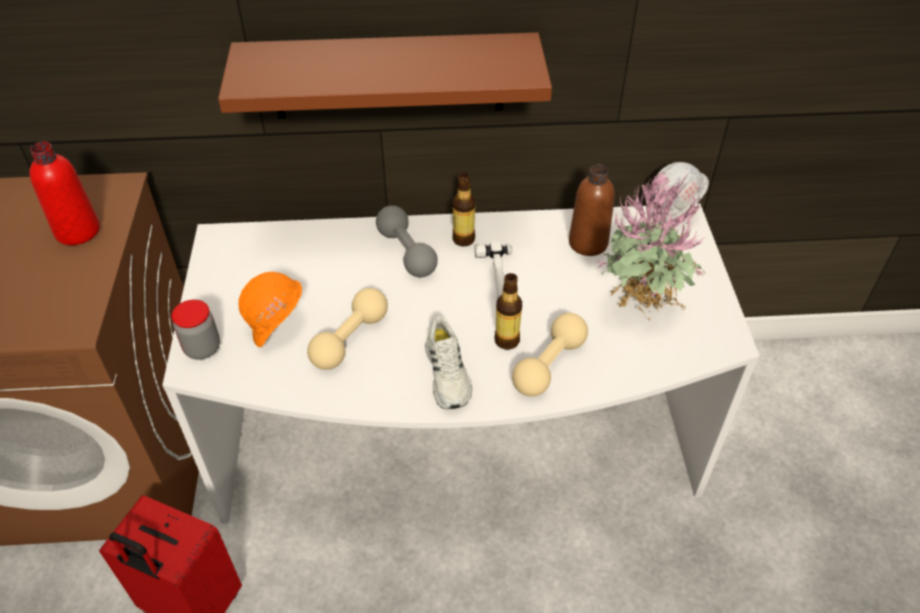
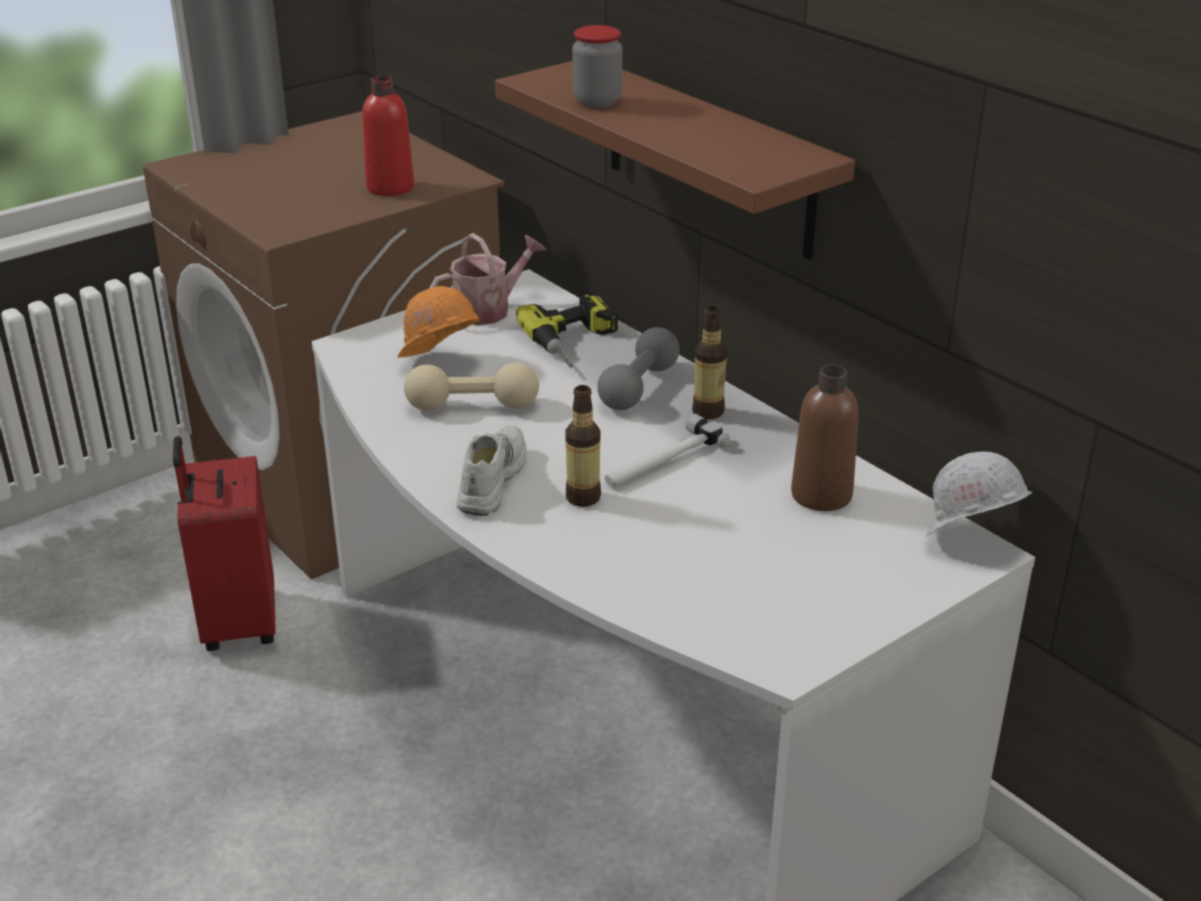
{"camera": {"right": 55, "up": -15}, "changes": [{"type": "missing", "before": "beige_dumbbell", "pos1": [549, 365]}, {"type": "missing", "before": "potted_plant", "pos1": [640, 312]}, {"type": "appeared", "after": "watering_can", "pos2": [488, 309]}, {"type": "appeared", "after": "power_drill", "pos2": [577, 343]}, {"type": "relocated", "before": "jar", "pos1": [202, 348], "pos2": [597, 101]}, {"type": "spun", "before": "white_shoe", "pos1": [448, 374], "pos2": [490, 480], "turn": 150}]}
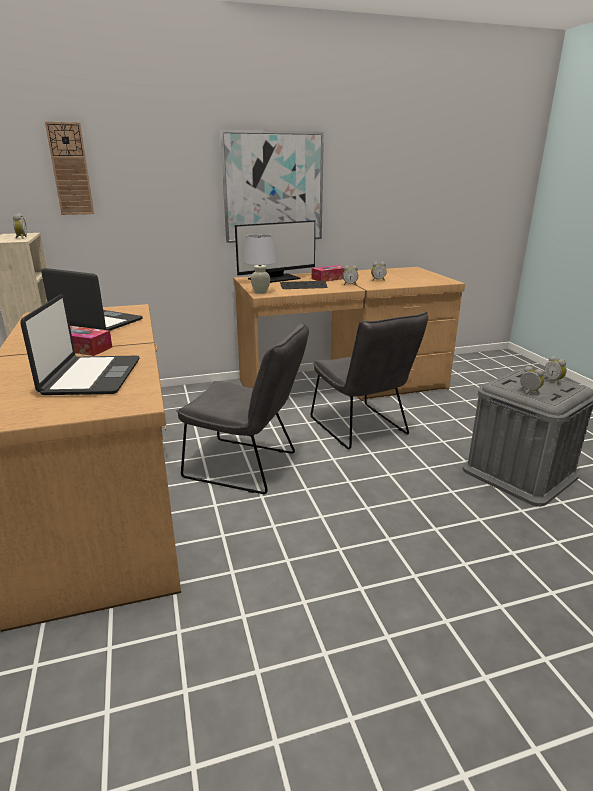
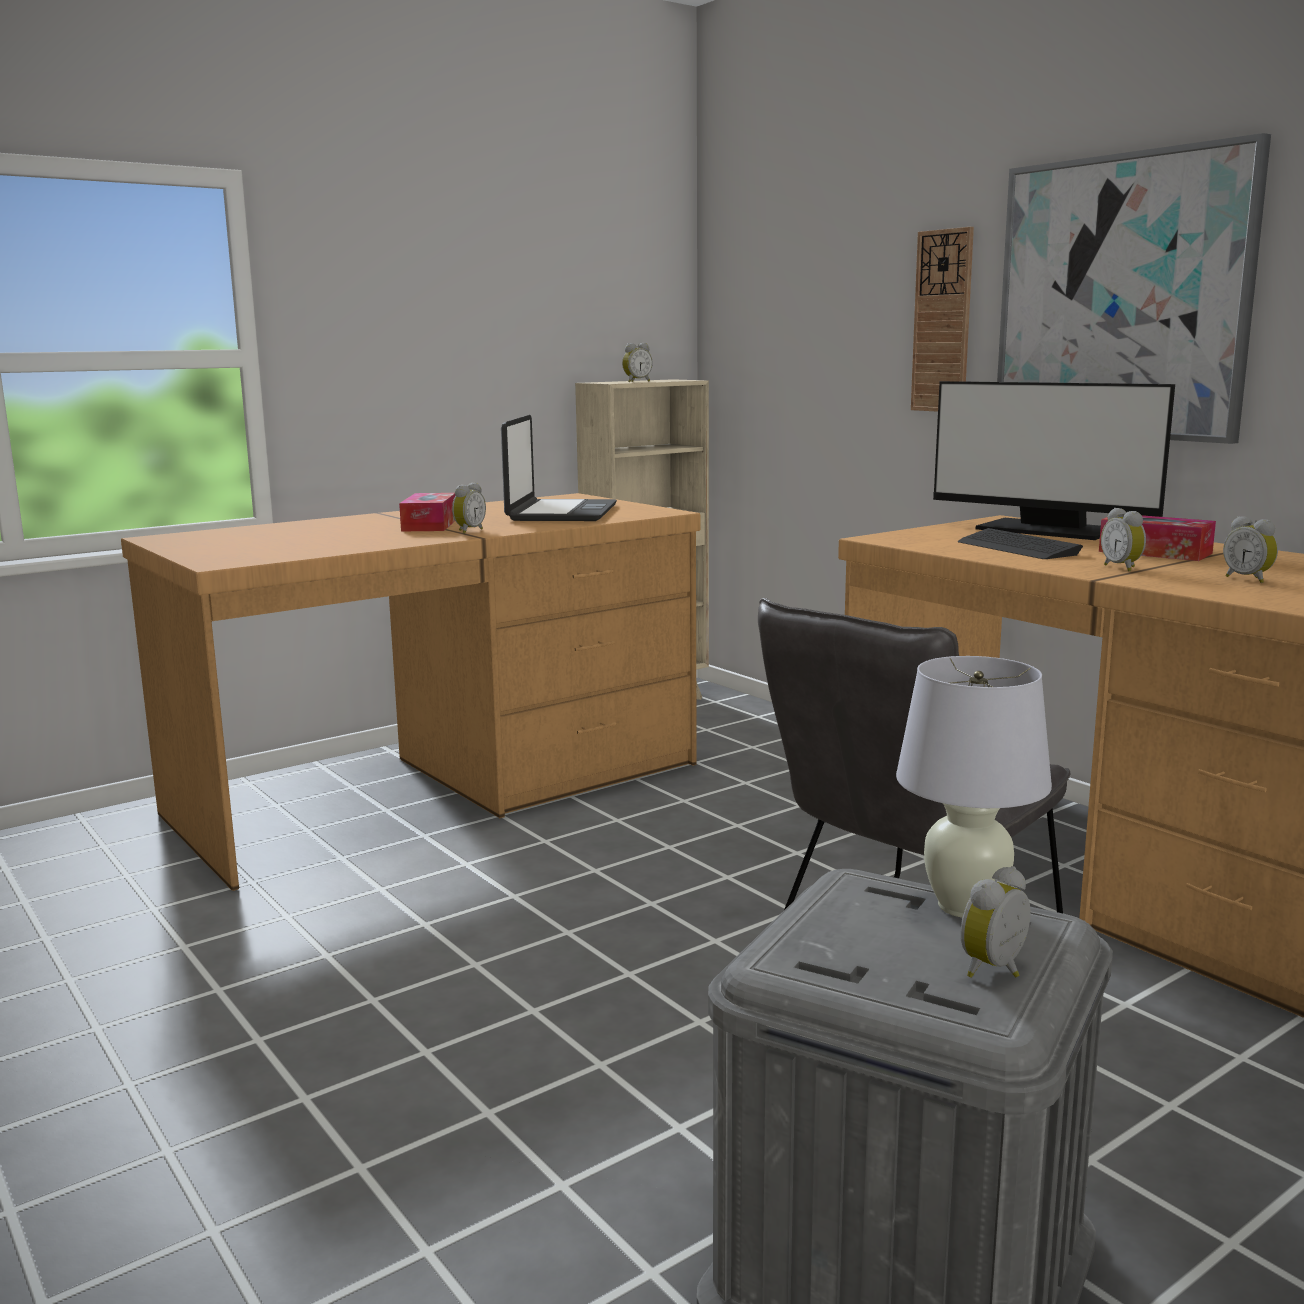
{"camera": {"right": 70, "up": -10}, "changes": [{"type": "missing", "before": "laptop", "pos1": [91, 377]}, {"type": "missing", "before": "grey_chair", "pos1": [248, 467]}, {"type": "relocated", "before": "wall_clock", "pos1": [70, 169], "pos2": [942, 321]}, {"type": "relocated", "before": "white_table_lamp", "pos1": [260, 292], "pos2": [965, 906]}, {"type": "relocated", "before": "alarm_clock", "pos1": [529, 392], "pos2": [468, 531]}]}
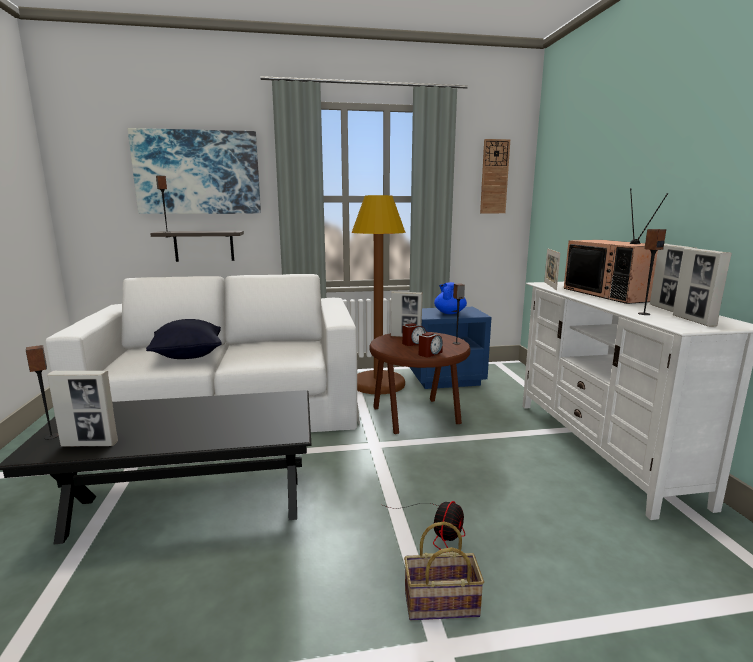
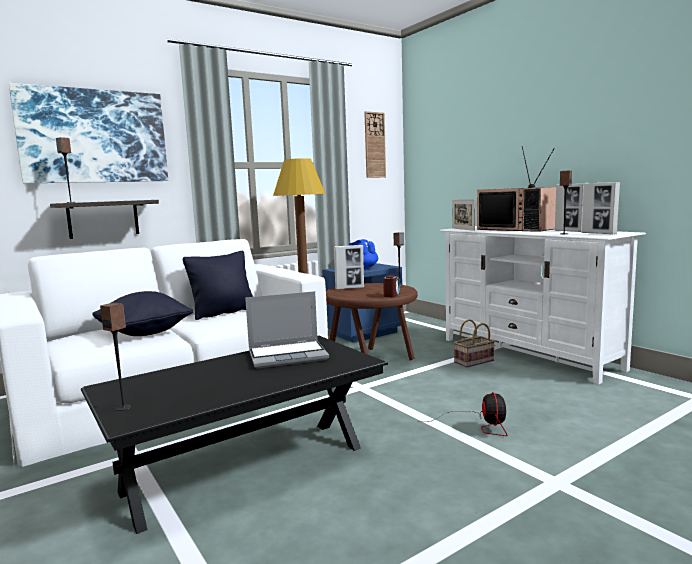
{"camera": {"right": -25, "up": -5}, "changes": [{"type": "missing", "before": "picture_frame", "pos1": [90, 444]}, {"type": "missing", "before": "alarm_clock", "pos1": [413, 343]}, {"type": "appeared", "after": "black_pillow", "pos2": [223, 313]}, {"type": "appeared", "after": "laptop", "pos2": [288, 355]}, {"type": "relocated", "before": "basket", "pos1": [439, 605], "pos2": [473, 362]}]}
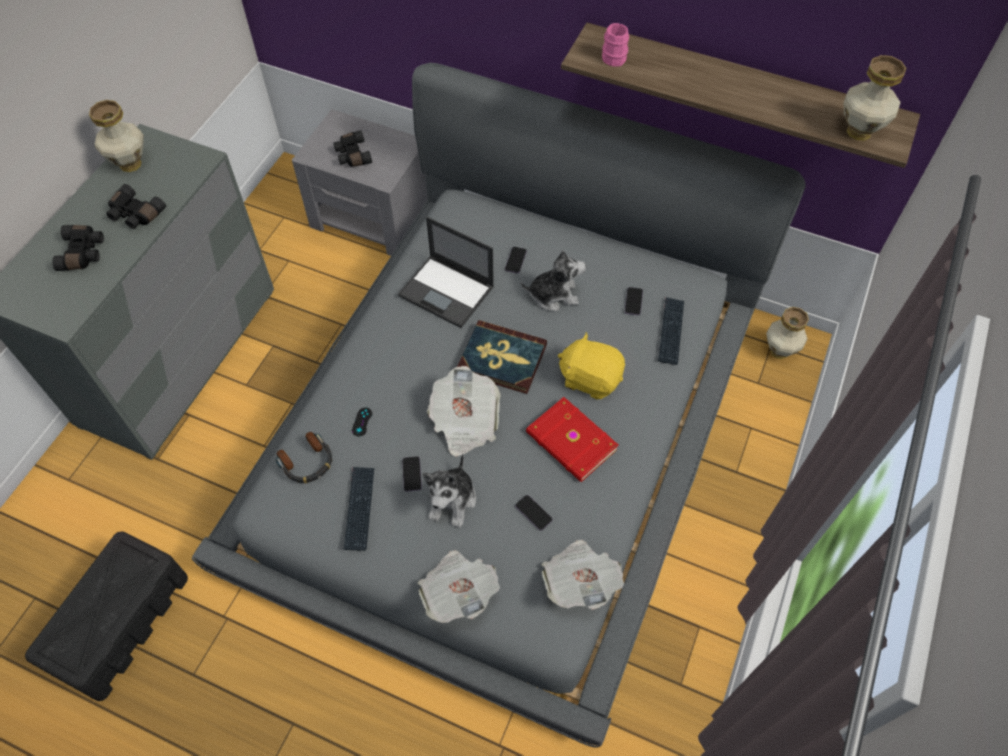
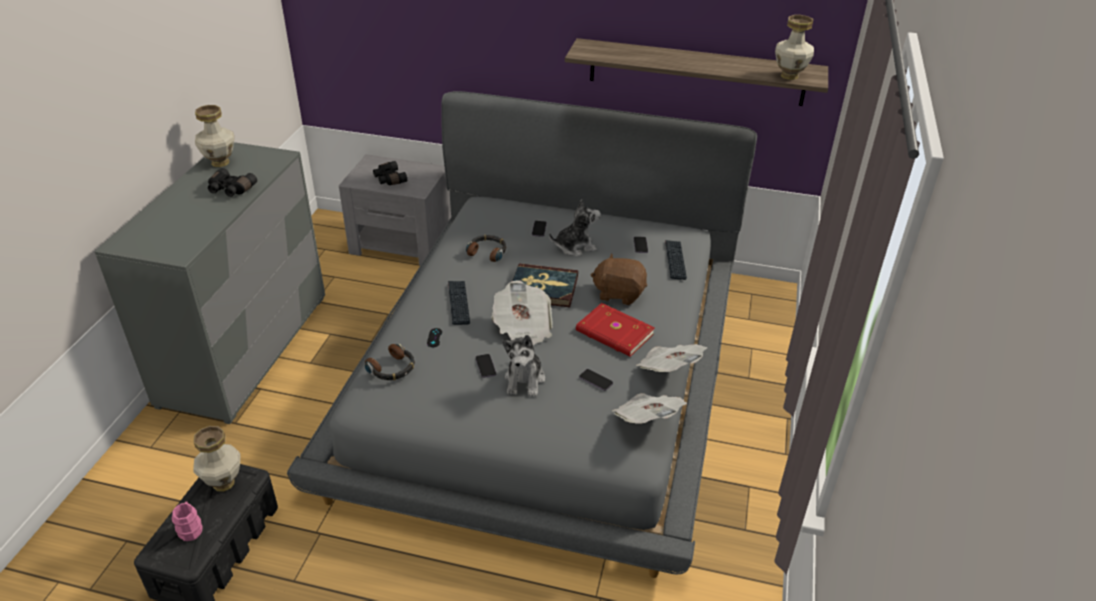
{"camera": {"right": -10, "up": -20}, "changes": [{"type": "missing", "before": "black_binoculars", "pos1": [83, 253]}, {"type": "relocated", "before": "keyboard", "pos1": [359, 508], "pos2": [458, 303]}, {"type": "relocated", "before": "newspaper", "pos1": [458, 592], "pos2": [668, 370]}, {"type": "relocated", "before": "pink_mug", "pos1": [613, 56], "pos2": [190, 528]}, {"type": "relocated", "before": "vase", "pos1": [779, 352], "pos2": [223, 484]}, {"type": "exchanged", "before": "laptop", "after": "headphones", "pos1": [447, 291], "pos2": [488, 252]}, {"type": "colour", "before": "yellow_plush_toy", "after": "brown_plush_toy", "pos1": [590, 378], "pos2": [619, 293]}]}
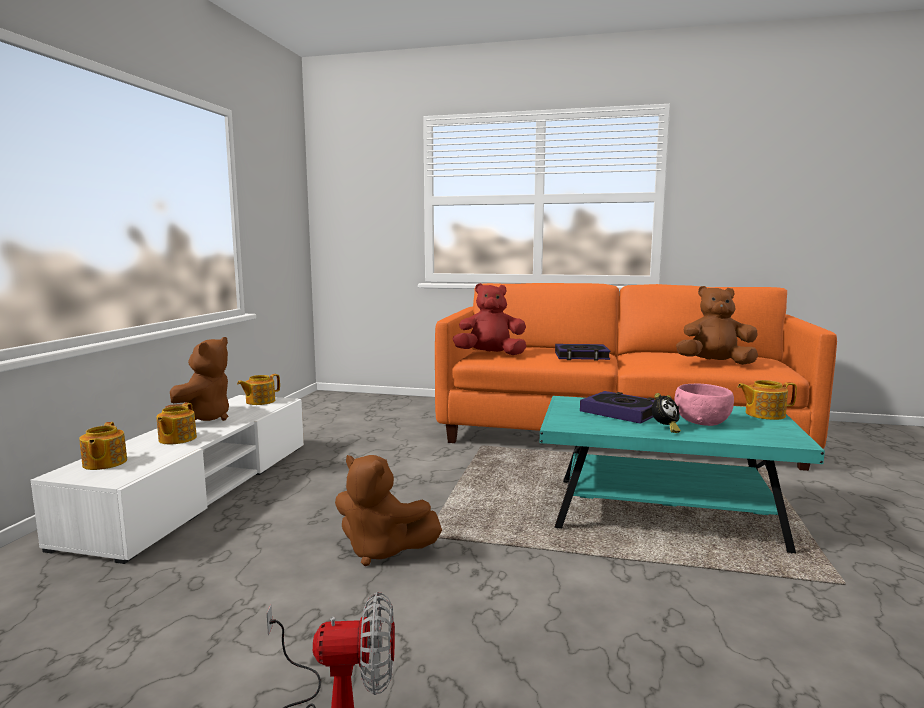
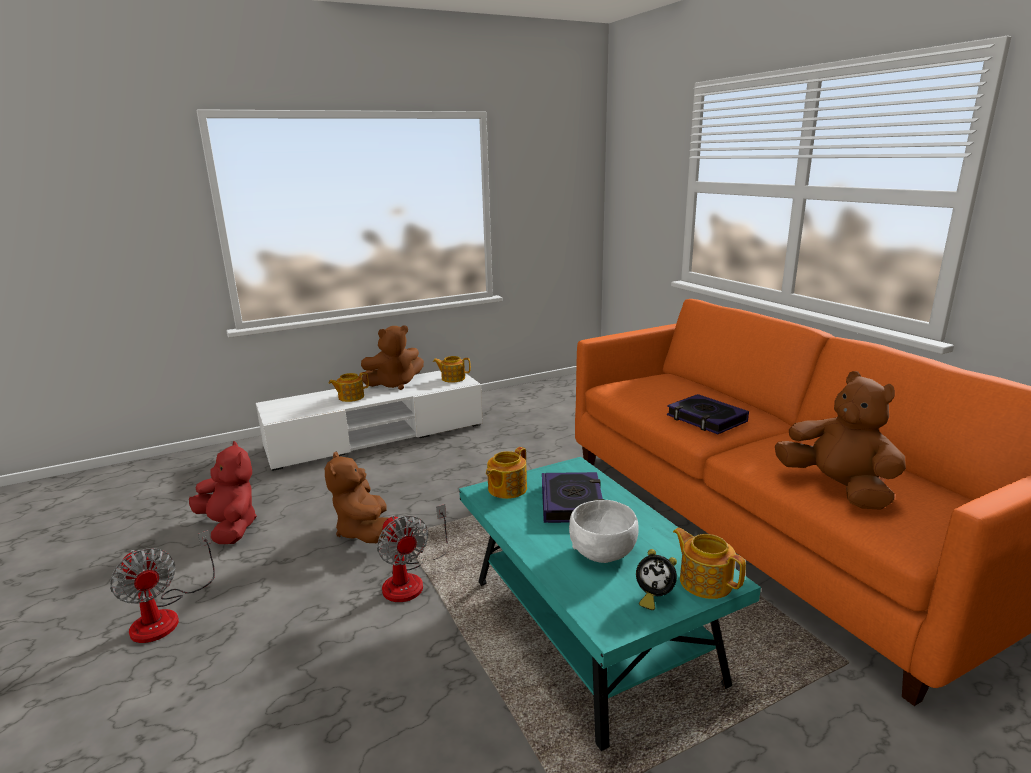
{"camera": {"right": 50, "up": 10}, "changes": [{"type": "appeared", "after": "fan", "pos2": [411, 579]}, {"type": "relocated", "before": "teapot", "pos1": [104, 463], "pos2": [506, 489]}, {"type": "relocated", "before": "red_plush_toy", "pos1": [490, 354], "pos2": [230, 528]}, {"type": "relocated", "before": "alarm_clock", "pos1": [665, 429], "pos2": [653, 597]}, {"type": "colour", "before": "pink_bowl", "after": "white_bowl", "pos1": [701, 422], "pos2": [603, 552]}]}
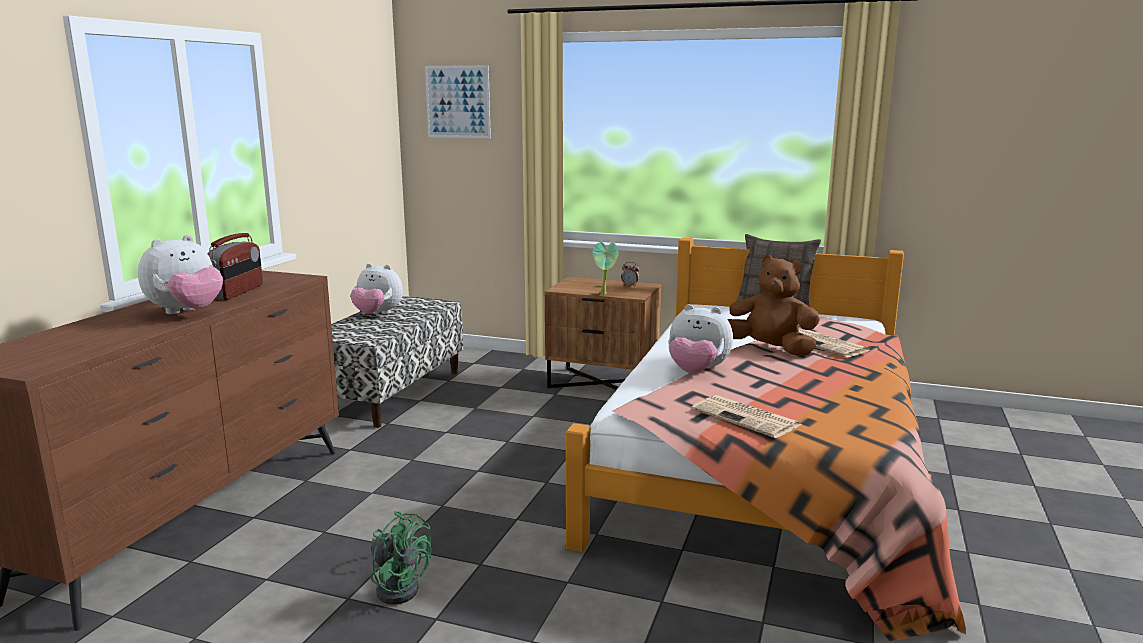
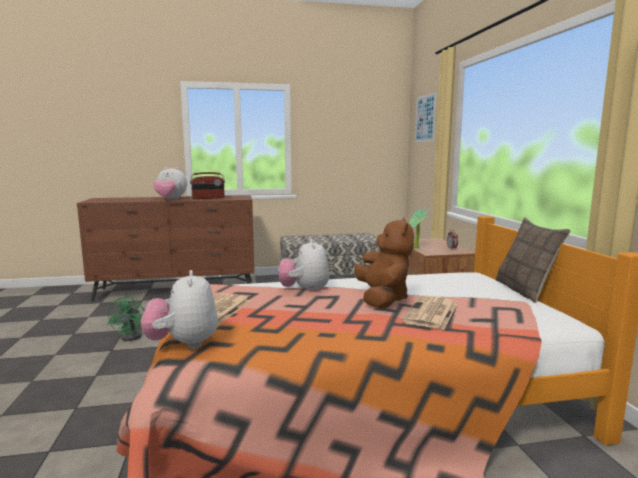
{"camera": {"right": 60, "up": -5}, "changes": [{"type": "relocated", "before": "plush_toy", "pos1": [377, 314], "pos2": [183, 344]}]}
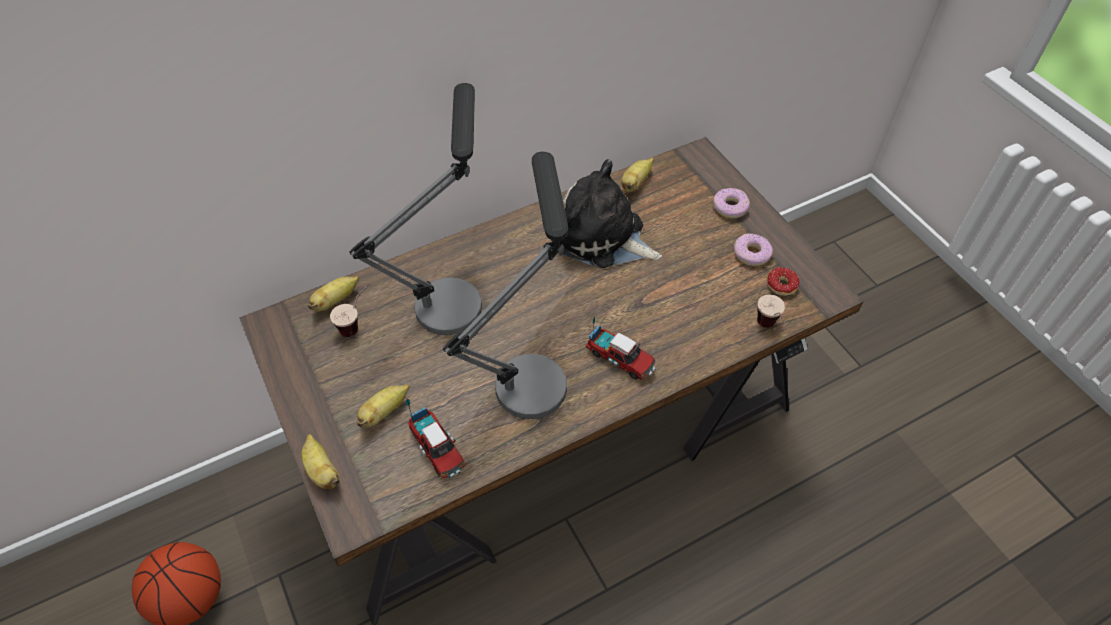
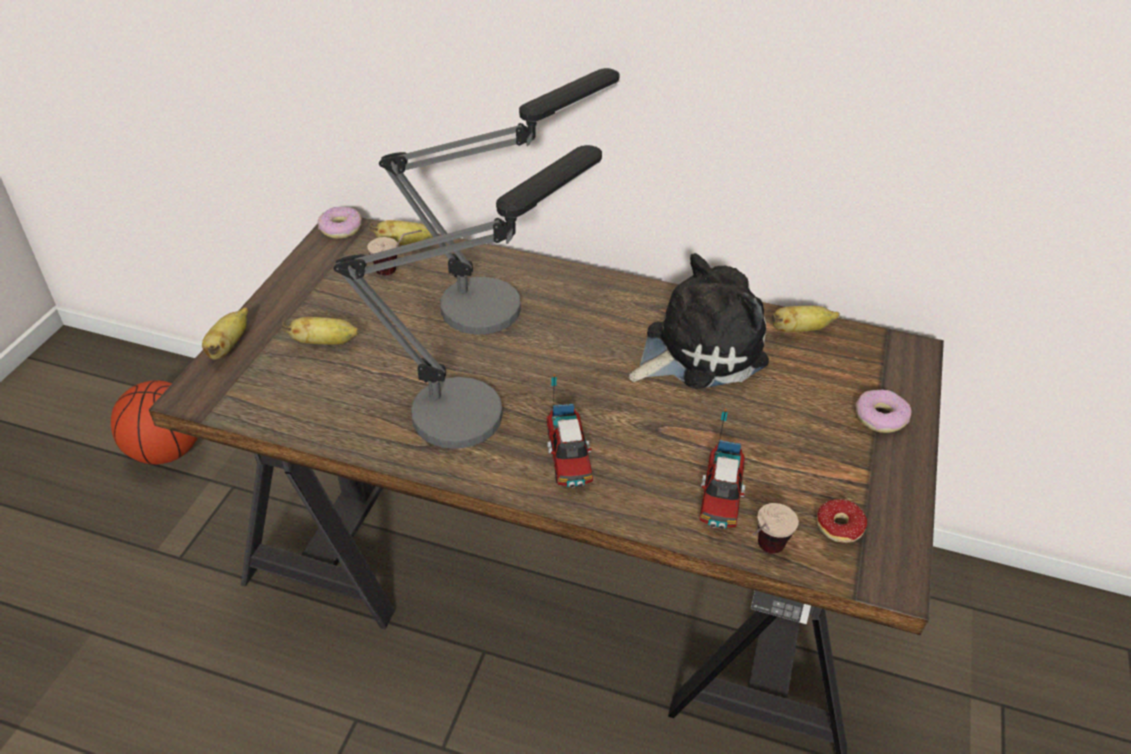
{"camera": {"right": 45, "up": -10}, "changes": [{"type": "relocated", "before": "toy_truck", "pos1": [437, 449], "pos2": [721, 495]}, {"type": "relocated", "before": "donut", "pos1": [751, 254], "pos2": [340, 228]}, {"type": "spun", "before": "plush_toy", "pos1": [602, 237], "pos2": [697, 350], "turn": 75}]}
